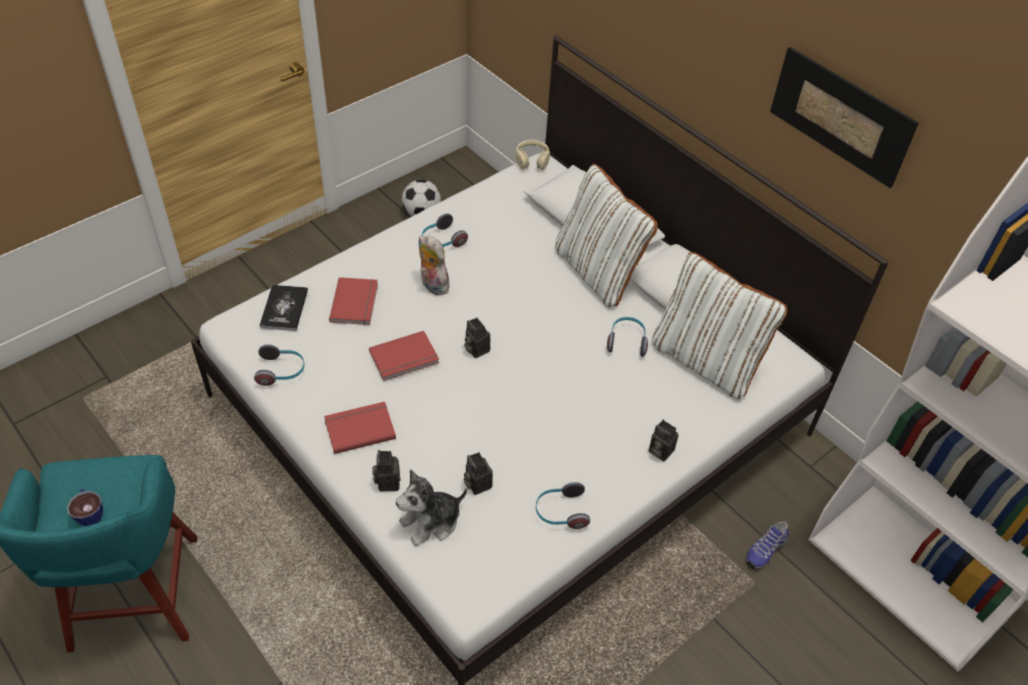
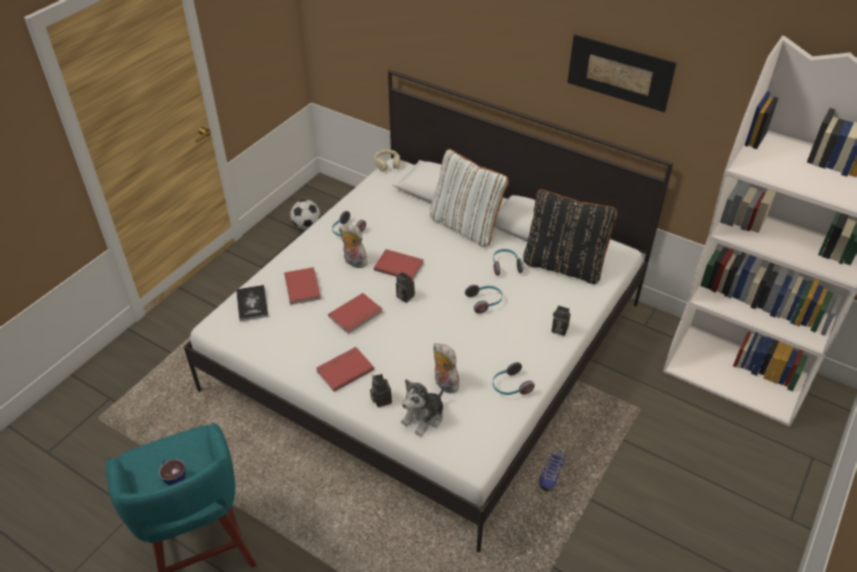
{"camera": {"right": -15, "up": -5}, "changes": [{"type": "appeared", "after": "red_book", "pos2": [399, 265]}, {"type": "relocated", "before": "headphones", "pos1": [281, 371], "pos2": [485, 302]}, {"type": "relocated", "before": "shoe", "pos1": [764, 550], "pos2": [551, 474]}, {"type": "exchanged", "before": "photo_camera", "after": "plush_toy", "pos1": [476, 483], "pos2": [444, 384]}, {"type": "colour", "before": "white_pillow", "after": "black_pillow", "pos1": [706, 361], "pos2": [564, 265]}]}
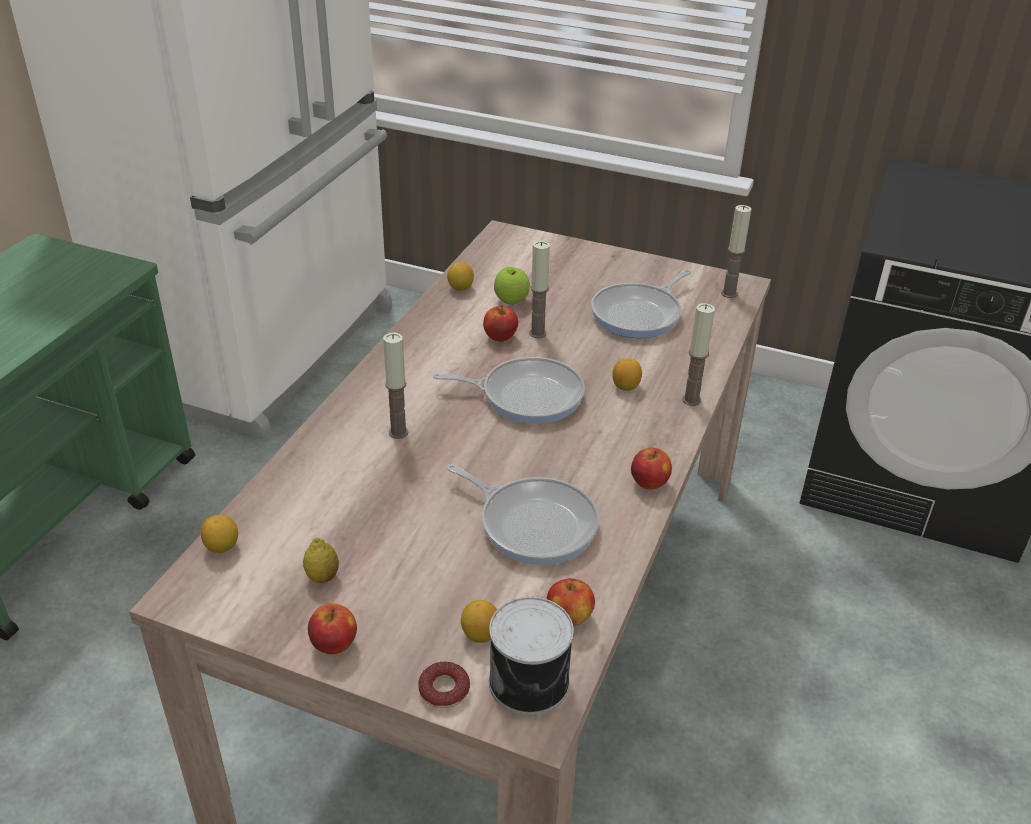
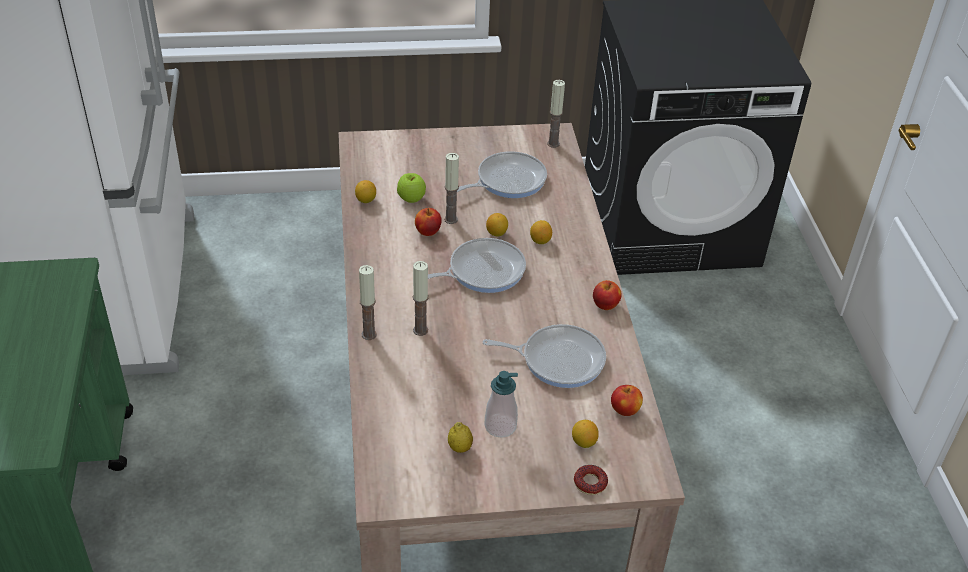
{"camera": {"right": -30, "up": 5}, "changes": [{"type": "missing", "before": "apple", "pos1": [334, 644]}, {"type": "missing", "before": "can", "pos1": [531, 682]}, {"type": "appeared", "after": "soap_dispenser", "pos2": [500, 426]}, {"type": "relocated", "before": "lemon", "pos1": [222, 547], "pos2": [496, 233]}, {"type": "relocated", "before": "candle", "pos1": [691, 400], "pos2": [369, 334]}, {"type": "spun", "before": "frying_pan", "pos1": [639, 314], "pos2": [507, 180], "turn": -135}]}
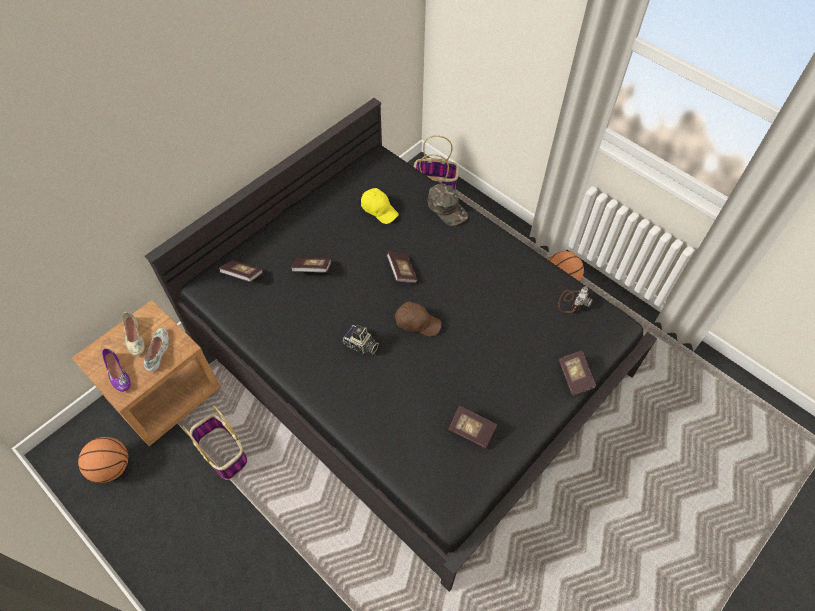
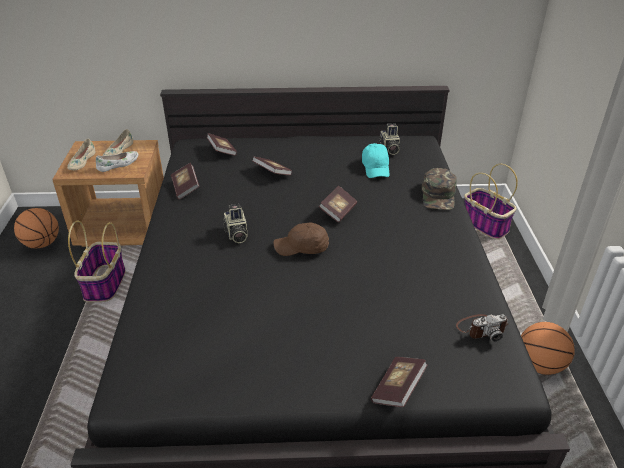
{"camera": {"right": 45, "up": -20}, "changes": [{"type": "appeared", "after": "photo_camera", "pos2": [389, 149]}, {"type": "relocated", "before": "book", "pos1": [471, 430], "pos2": [185, 188]}, {"type": "colour", "before": "purple_shoe", "after": "beige_shoe", "pos1": [117, 374], "pos2": [81, 161]}, {"type": "colour", "before": "yellow_cap", "after": "turquoise_cap", "pos1": [379, 210], "pos2": [376, 168]}, {"type": "spun", "before": "brown_cap", "pos1": [417, 322], "pos2": [302, 248], "turn": 120}]}
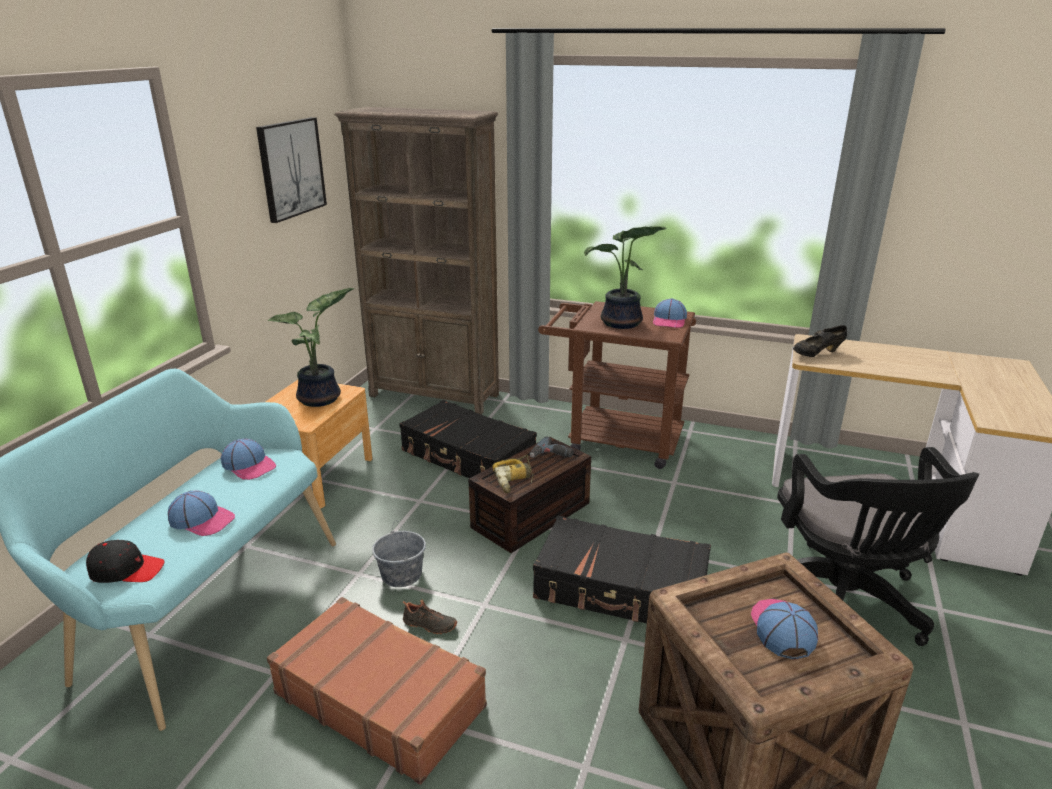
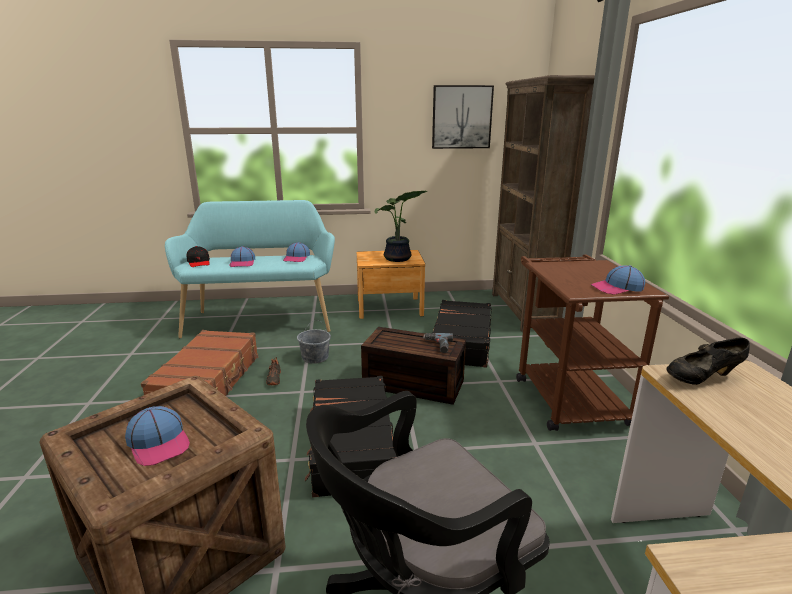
{"camera": {"right": 65, "up": -5}, "changes": [{"type": "missing", "before": "power_drill", "pos1": [515, 479]}, {"type": "missing", "before": "potted_plant", "pos1": [621, 324]}, {"type": "spun", "before": "cap", "pos1": [781, 629], "pos2": [159, 443], "turn": 75}, {"type": "spun", "before": "black_shoe", "pos1": [817, 354], "pos2": [702, 379], "turn": -60}]}
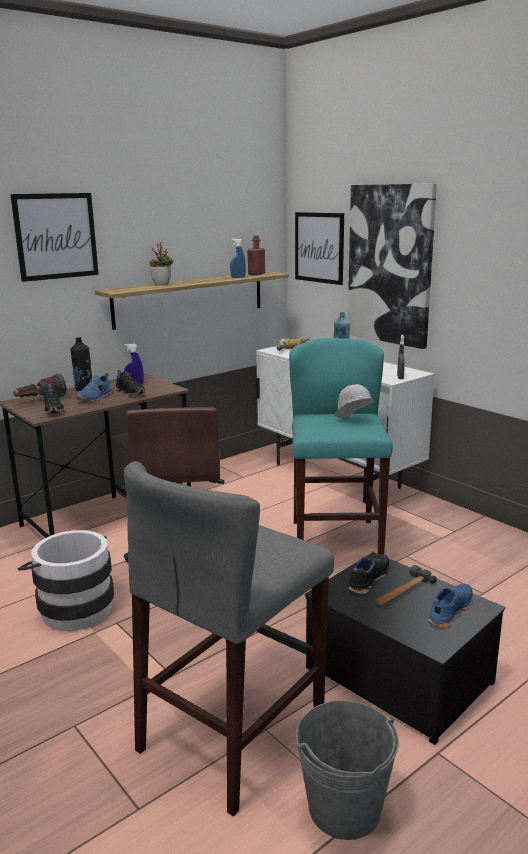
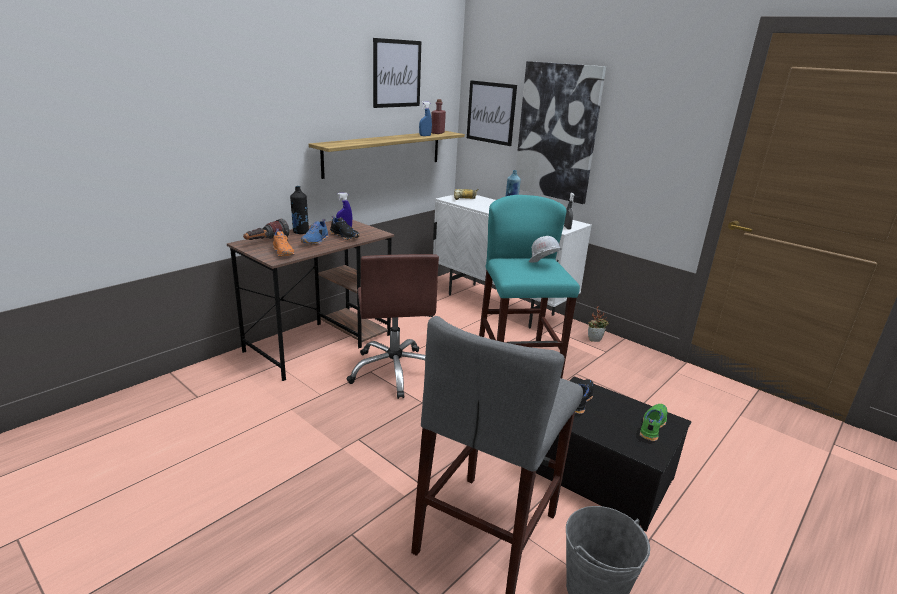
{"camera": {"right": -10, "up": 5}, "changes": [{"type": "missing", "before": "white_bucket", "pos1": [73, 607]}, {"type": "missing", "before": "hammer", "pos1": [402, 592]}, {"type": "relocated", "before": "picture", "pos1": [56, 236], "pos2": [397, 73]}, {"type": "relocated", "before": "potted_plant", "pos1": [163, 285], "pos2": [595, 339]}, {"type": "colour", "before": "black_shoe", "after": "orange_shoe", "pos1": [54, 410], "pos2": [284, 252]}, {"type": "colour", "before": "blue_shoe", "after": "green_shoe", "pos1": [448, 611], "pos2": [651, 426]}]}
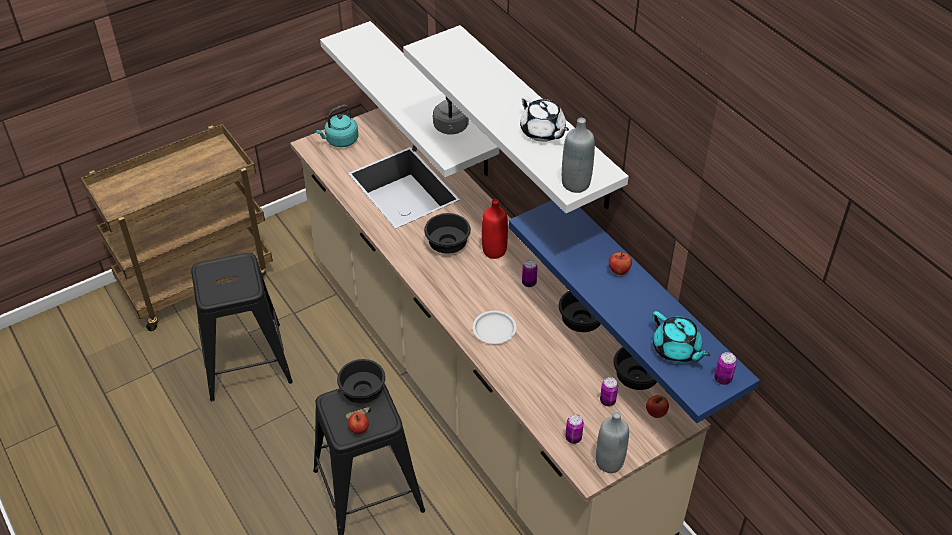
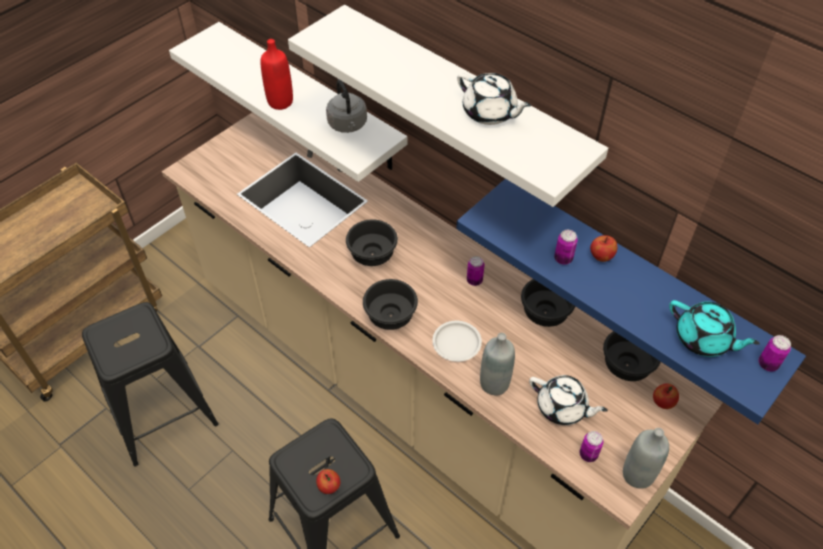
{"camera": {"right": -15, "up": 5}, "changes": [{"type": "missing", "before": "turquoise_kettle", "pos1": [340, 141]}, {"type": "appeared", "after": "white_teapot", "pos2": [562, 408]}, {"type": "relocated", "before": "black_bowl", "pos1": [361, 391], "pos2": [388, 316]}, {"type": "relocated", "before": "red_bottle", "pos1": [494, 251], "pos2": [280, 102]}, {"type": "relocated", "before": "grey_bottle", "pos1": [575, 184], "pos2": [494, 383]}, {"type": "relocated", "before": "can", "pos1": [607, 401], "pos2": [563, 259]}]}
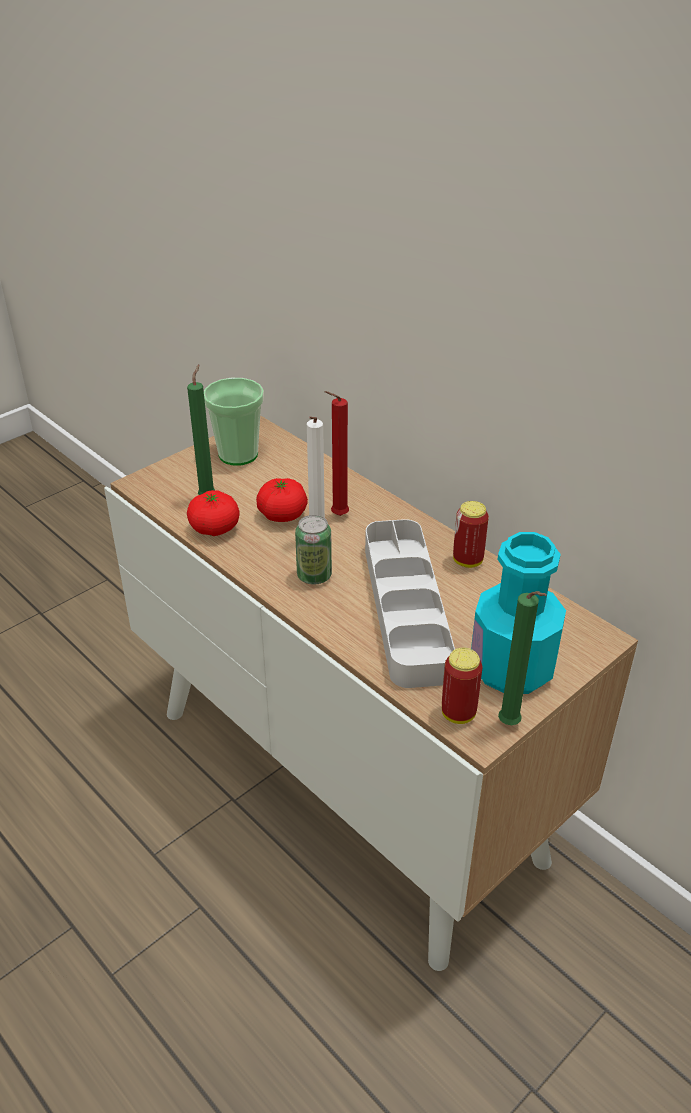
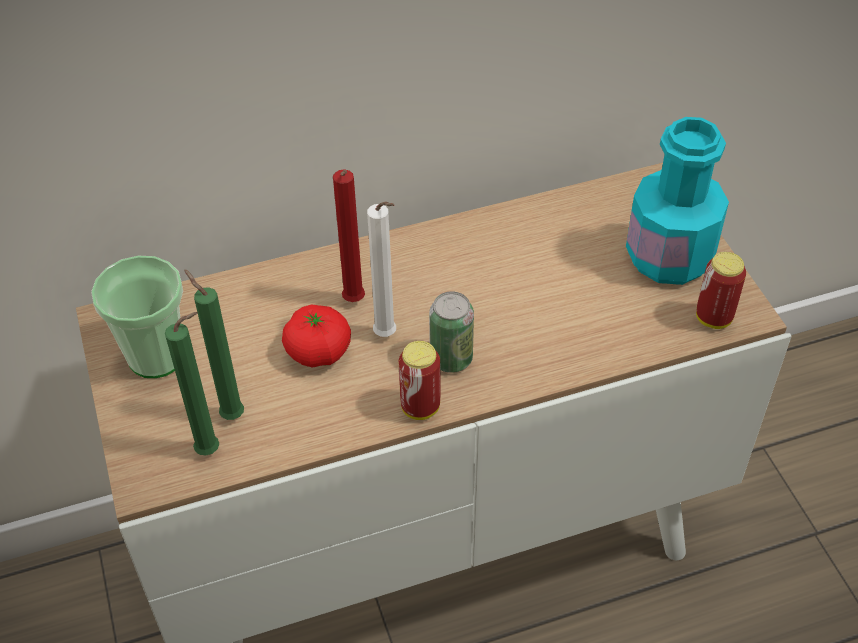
{"camera": {"right": -65, "up": 10}, "changes": [{"type": "missing", "before": "tomato", "pos1": [214, 528]}, {"type": "missing", "before": "grey_tray", "pos1": [406, 608]}, {"type": "relocated", "before": "can", "pos1": [467, 561], "pos2": [420, 407]}, {"type": "relocated", "before": "green_candle", "pos1": [511, 725], "pos2": [212, 450]}]}
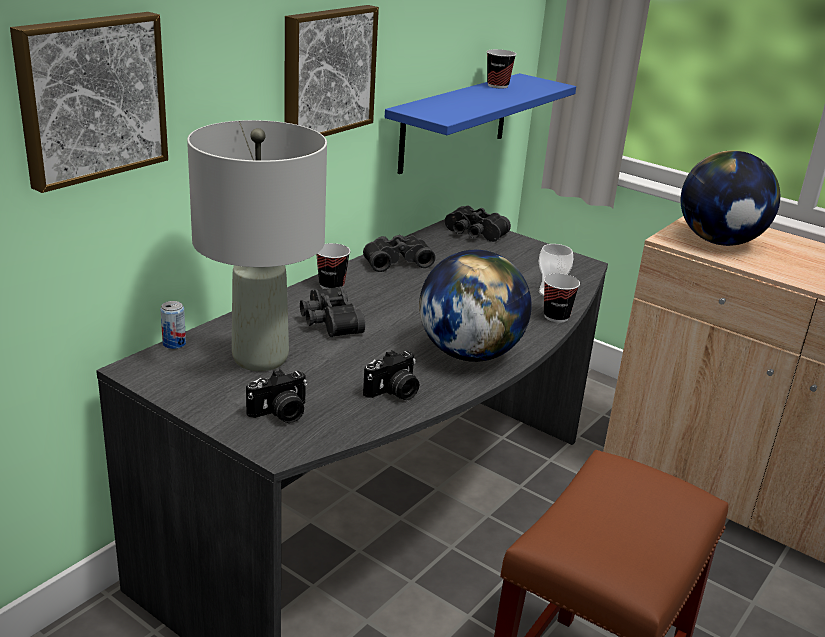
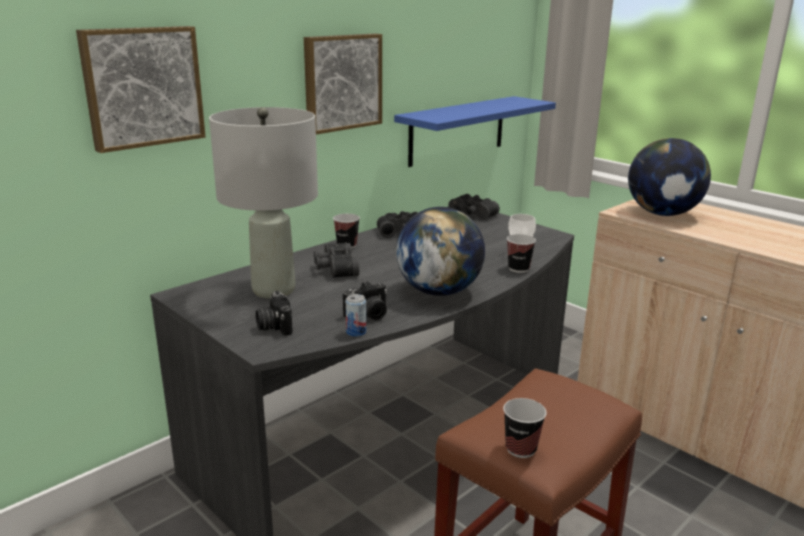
{"camera": {"right": 10, "up": -5}, "changes": [{"type": "relocated", "before": "can", "pos1": [174, 344], "pos2": [356, 332]}, {"type": "relocated", "before": "cup", "pos1": [497, 86], "pos2": [521, 449]}, {"type": "spun", "before": "photo_camera", "pos1": [280, 414], "pos2": [274, 326], "turn": 90}]}
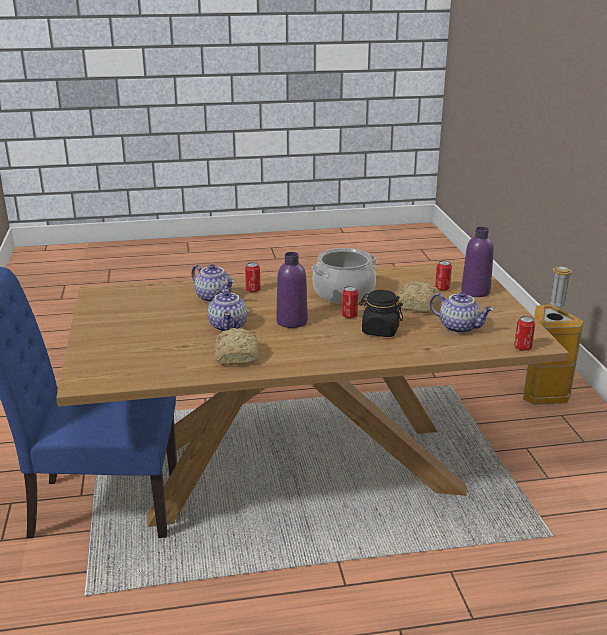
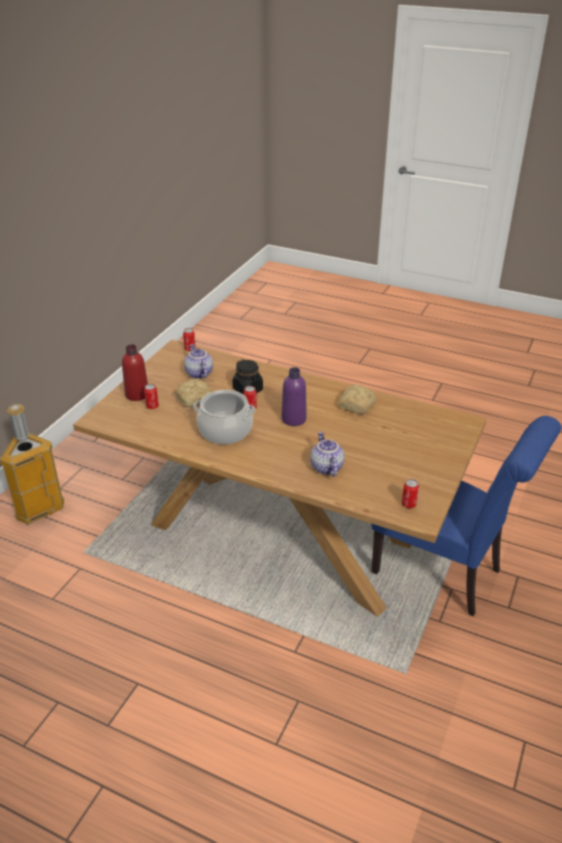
{"camera": {"right": -145, "up": 10}, "changes": [{"type": "missing", "before": "teapot", "pos1": [229, 326]}, {"type": "relocated", "before": "can", "pos1": [253, 290], "pos2": [408, 504]}, {"type": "colour", "before": "purple_bottle", "after": "red_bottle", "pos1": [475, 291], "pos2": [137, 394]}]}
